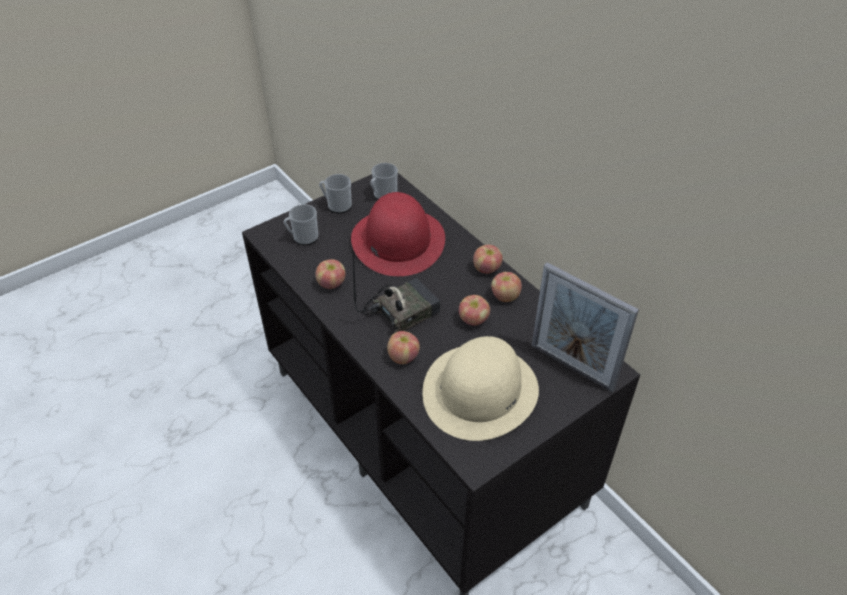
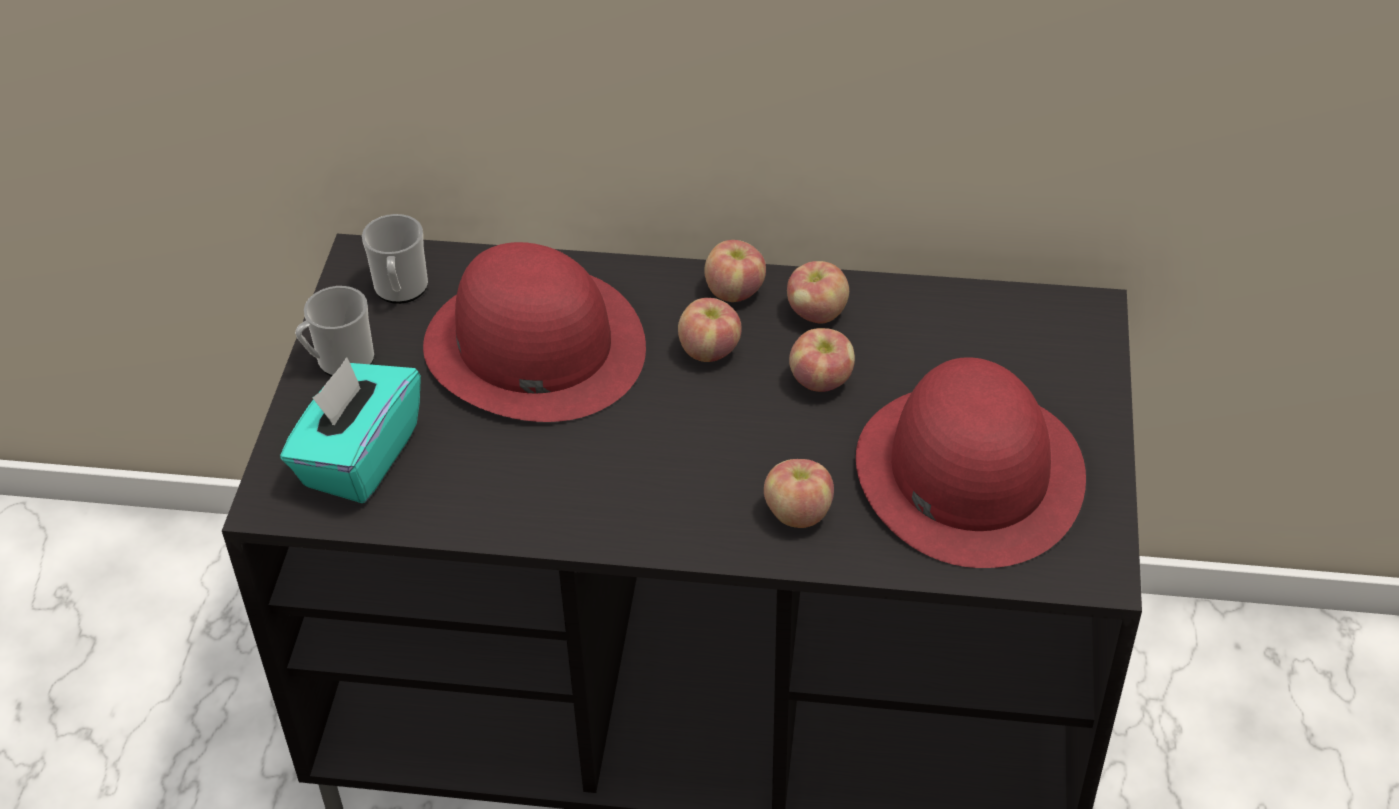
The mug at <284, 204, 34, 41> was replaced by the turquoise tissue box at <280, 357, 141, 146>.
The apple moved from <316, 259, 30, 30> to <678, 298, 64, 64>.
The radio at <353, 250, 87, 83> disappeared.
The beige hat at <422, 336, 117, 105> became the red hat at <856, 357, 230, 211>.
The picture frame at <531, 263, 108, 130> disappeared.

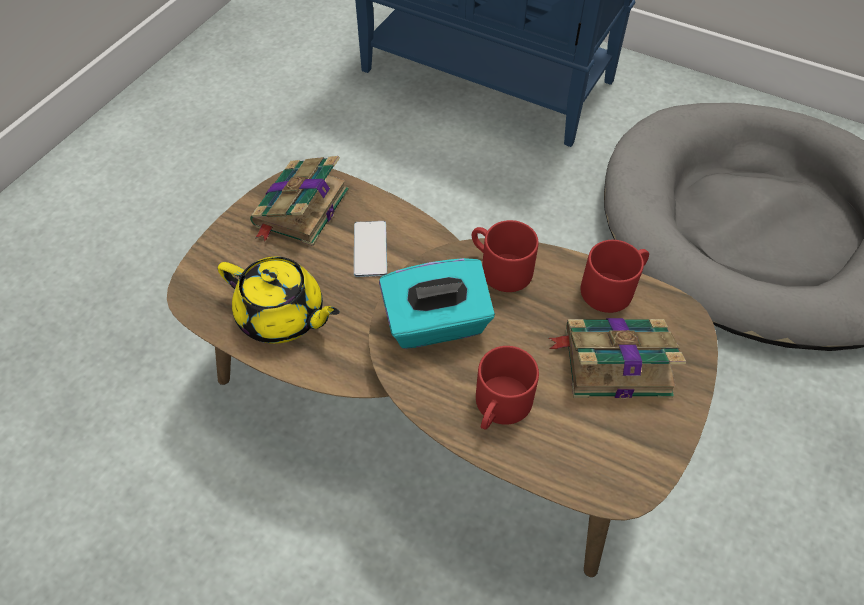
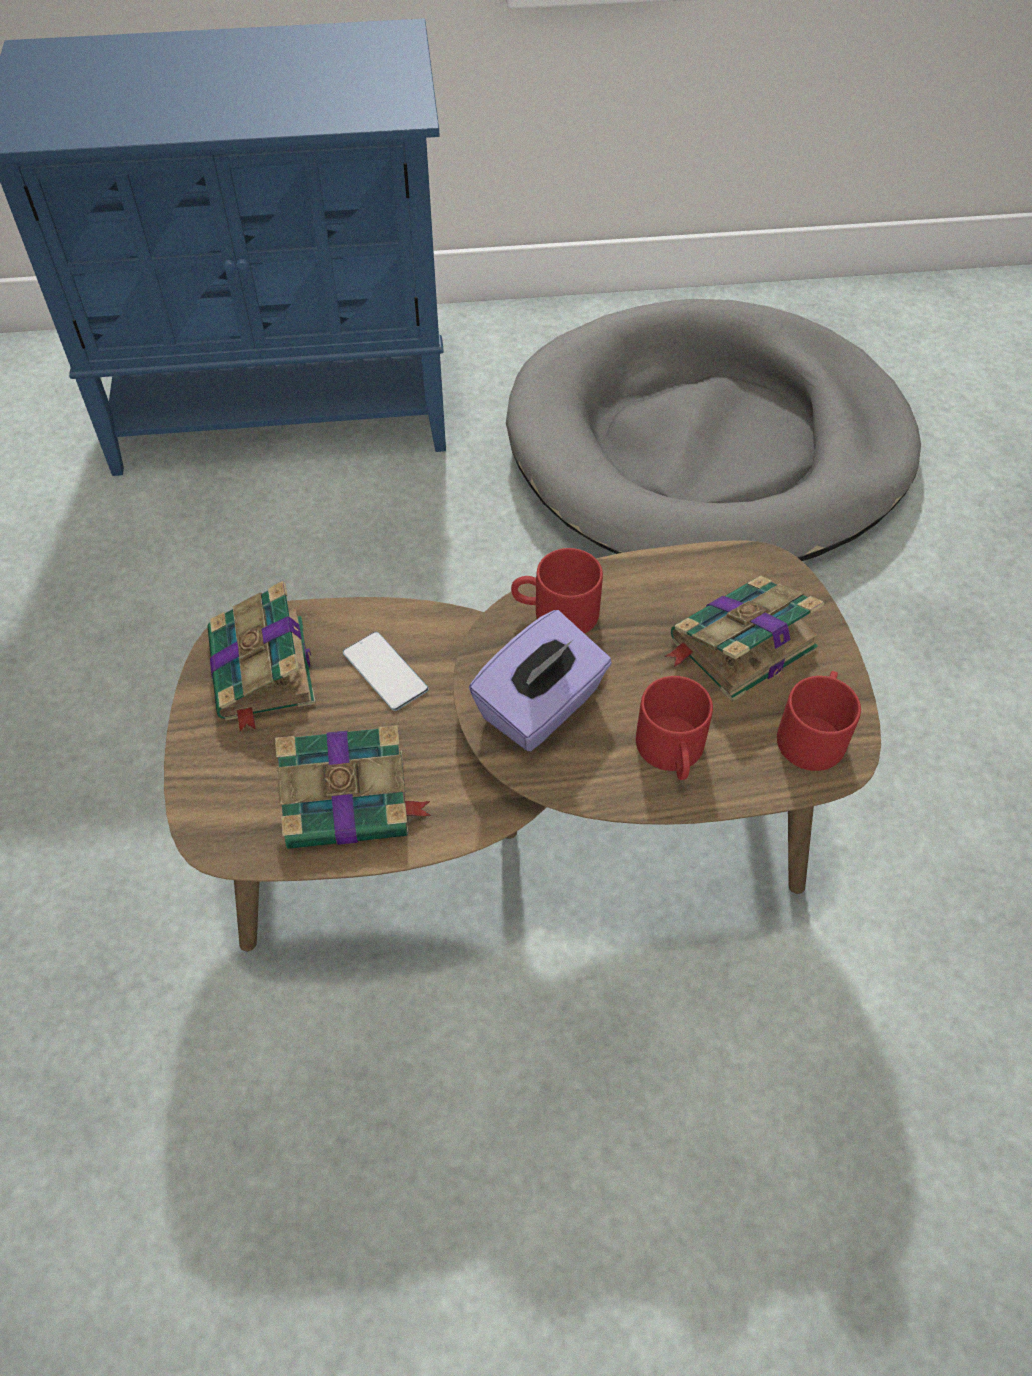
The yellow teapot at <218, 257, 122, 87> was replaced by the book at <275, 725, 156, 124>.
The turquoise tissue box at <379, 258, 116, 91> became the purple tissue box at <469, 610, 143, 141>.
The red mug moved from <581, 240, 68, 73> to <777, 671, 84, 100>.

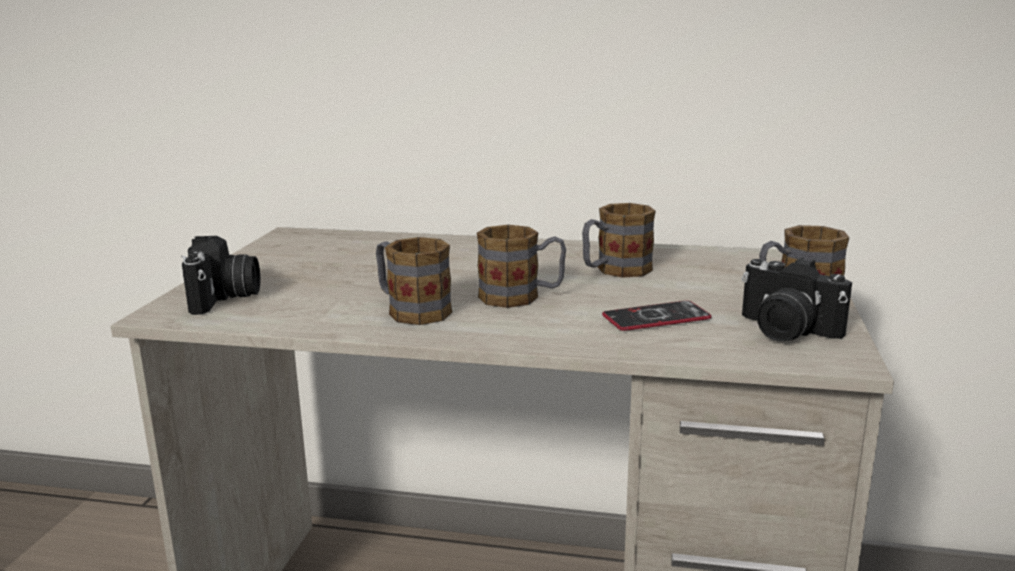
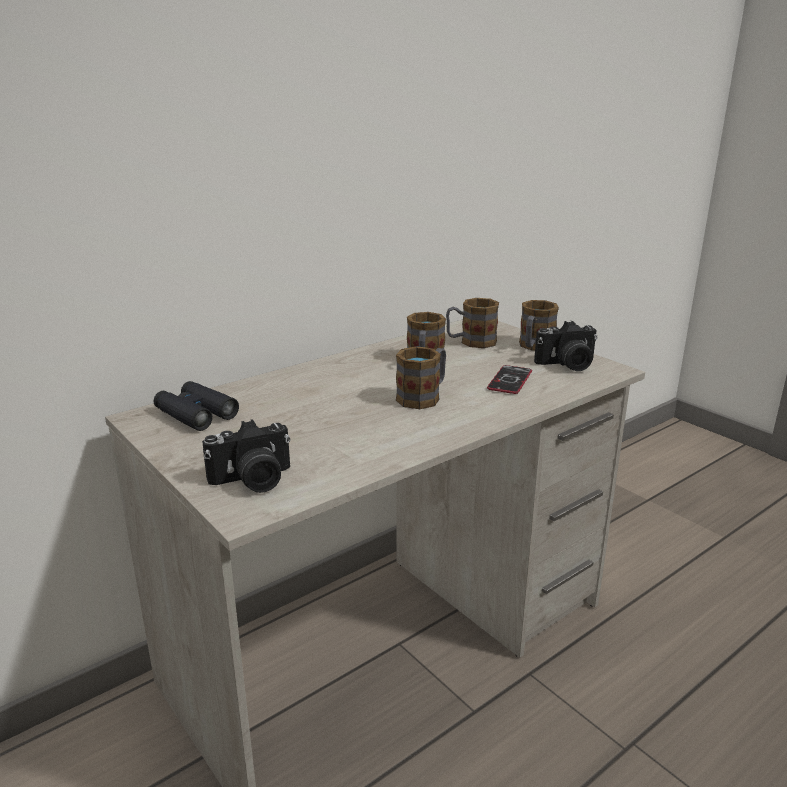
The photo camera at <181, 236, 79, 79> turned 120 degrees clockwise.
The mug moved from <376, 237, 76, 88> to <446, 298, 53, 50>.
The black binoculars at <154, 381, 85, 50> appeared.

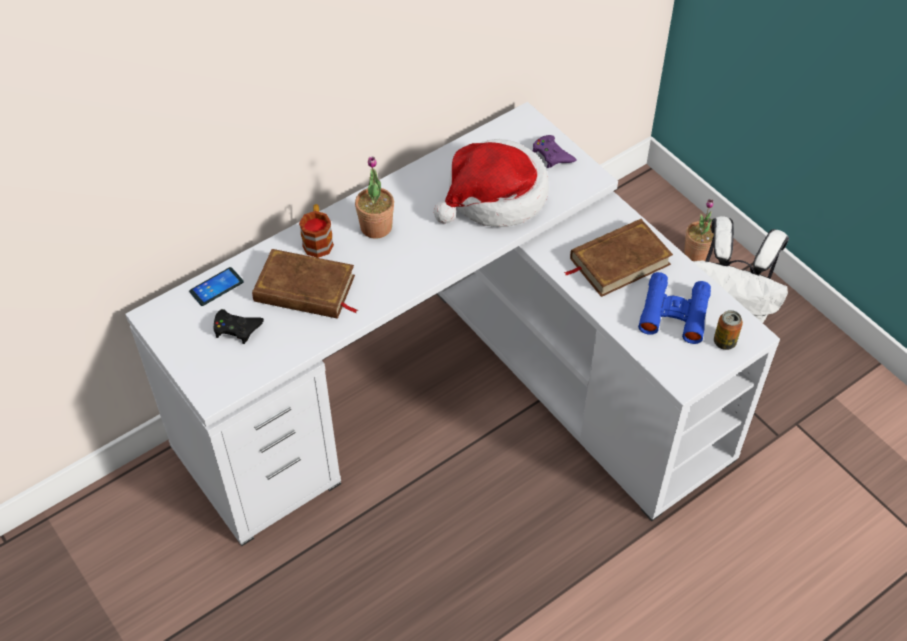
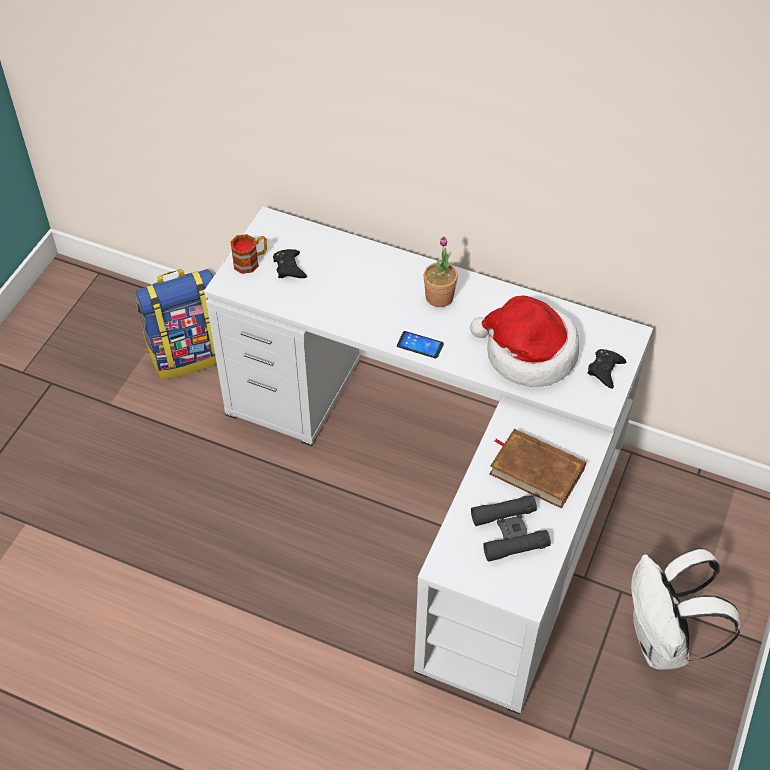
The phone moved from <189, 267, 55, 39> to <397, 331, 47, 28>.
The brown book at <252, 249, 106, 70> disappeared.
The mug moved from <299, 204, 35, 54> to <230, 234, 37, 40>.
The purple game controller at <533, 135, 43, 33> became the black game controller at <587, 349, 39, 40>.
The blue binoculars at <638, 272, 73, 72> became the black binoculars at <471, 495, 80, 67>.
The potted plant at <684, 199, 30, 62> disappeared.
The can at <714, 310, 29, 40> disappeared.
The backpack at <136, 269, 81, 111> appeared.

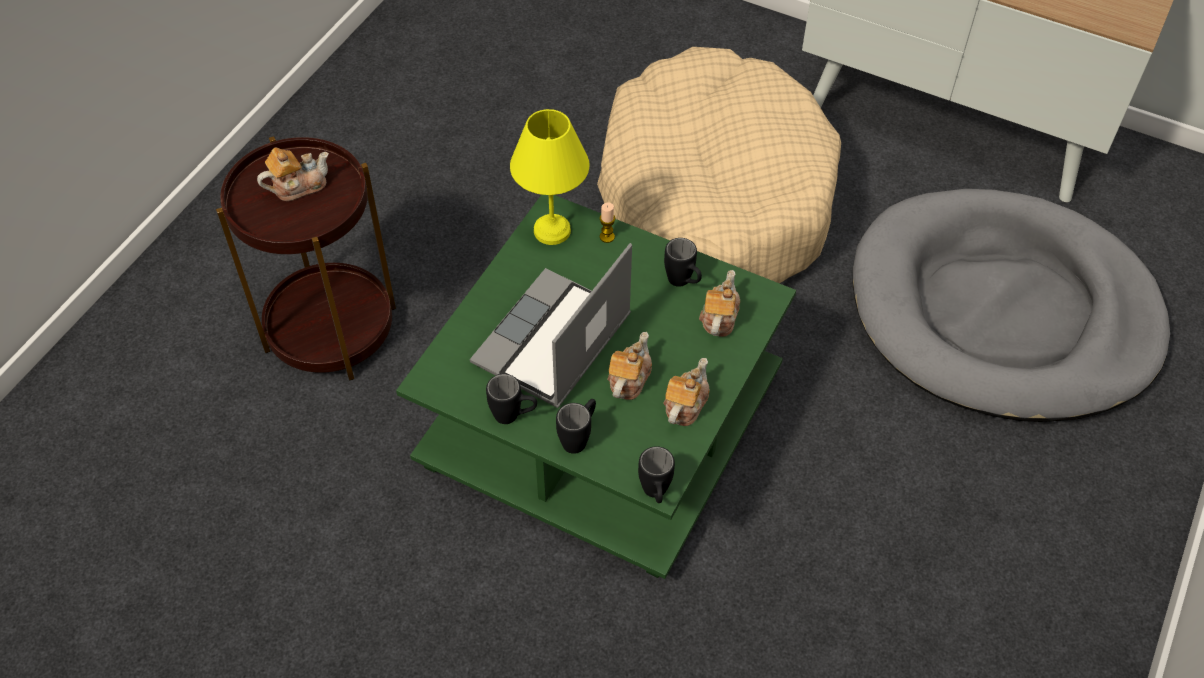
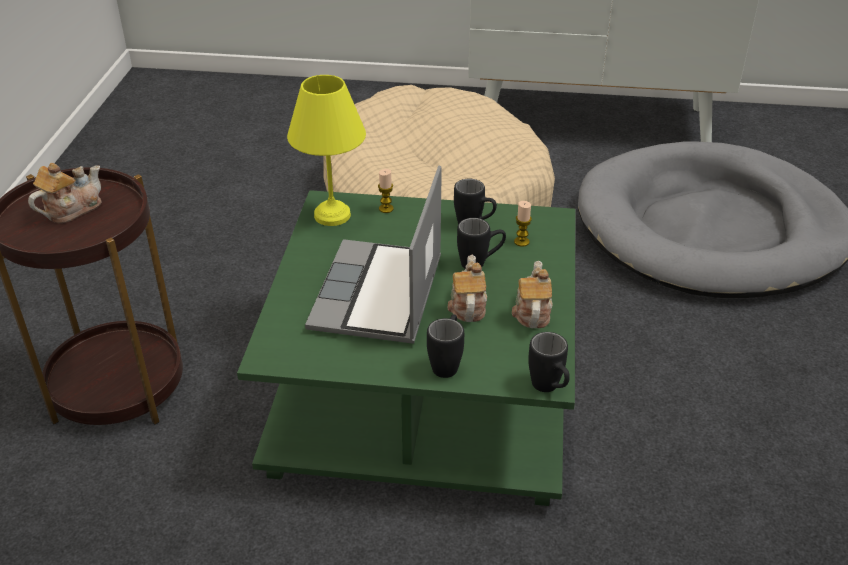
The black mug moved from <486, 374, 51, 50> to <457, 218, 49, 51>.
The teapot at <699, 270, 41, 67> was replaced by the candle at <514, 201, 18, 46>.

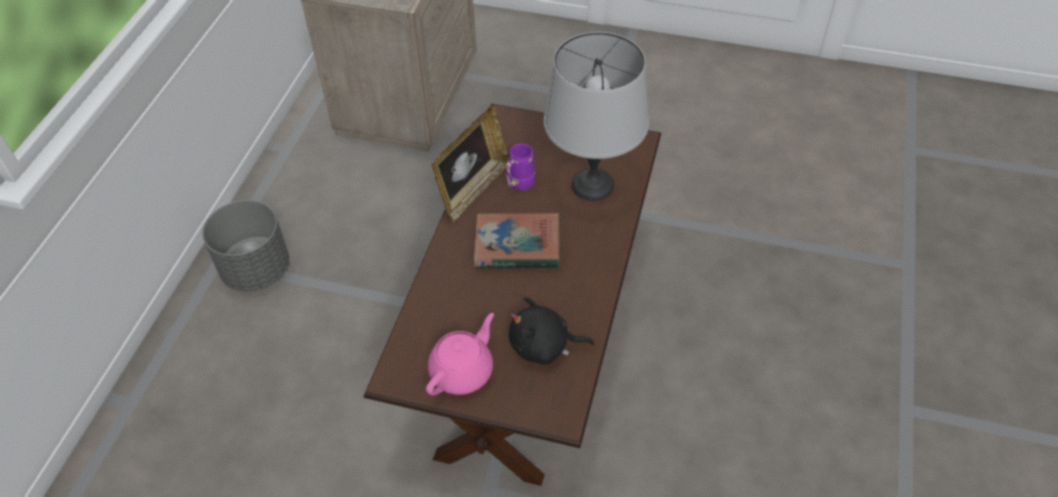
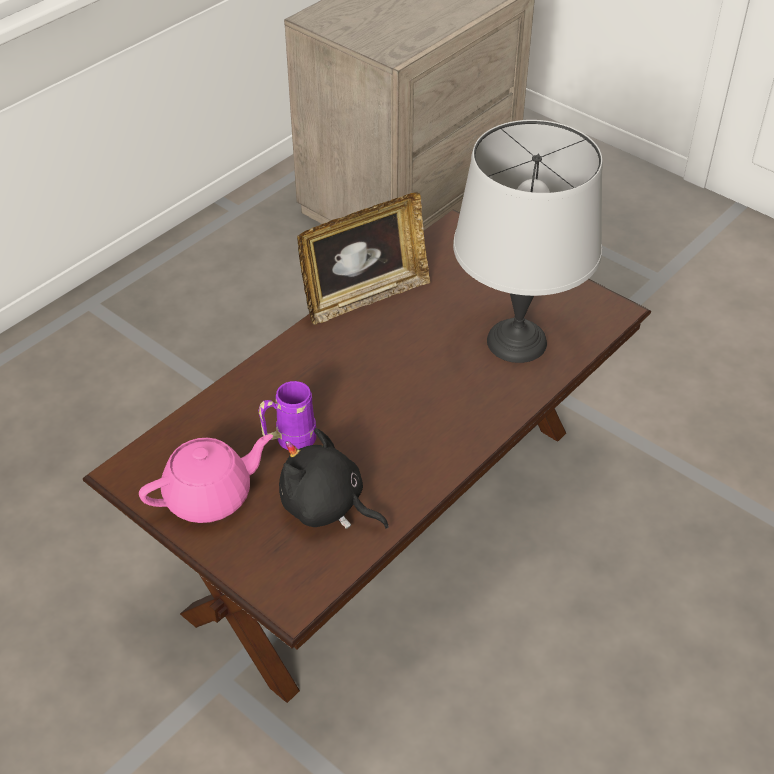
The grey planter at <202, 200, 87, 91> disappeared.
The book at <474, 213, 85, 54> disappeared.
The purple mug moved from <505, 144, 30, 46> to <258, 381, 58, 70>.

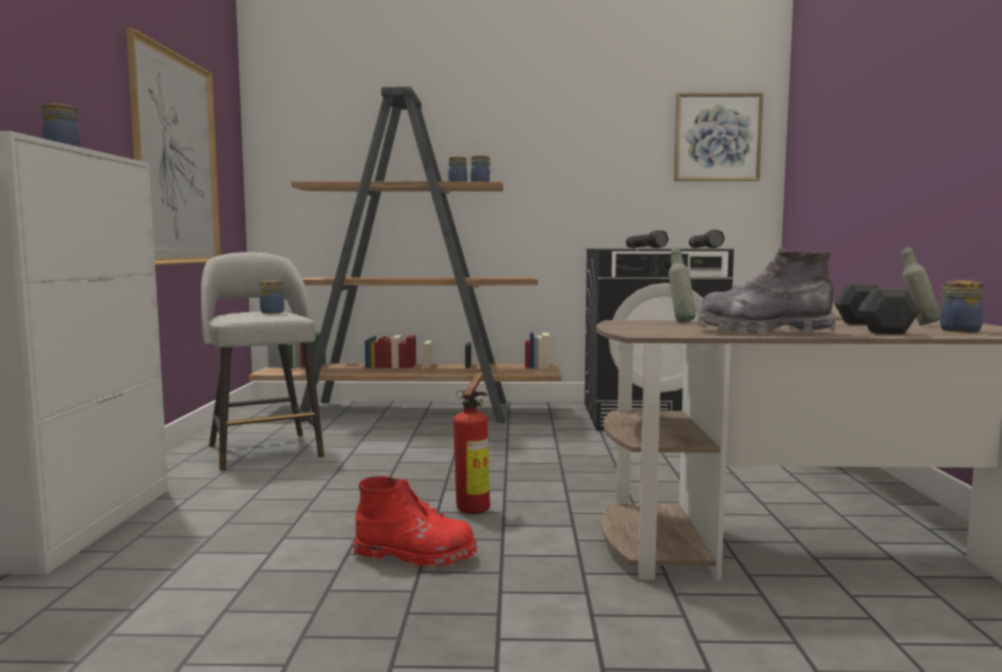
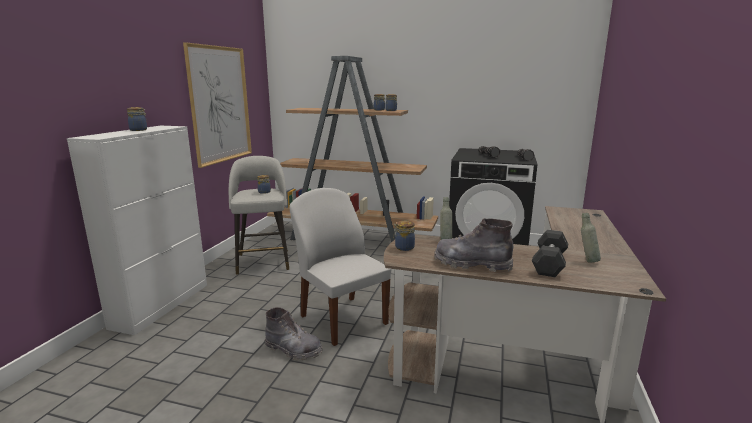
The red boot at <353, 476, 124, 94> became the grey boot at <265, 307, 58, 54>.
The fire extinguisher at <453, 373, 37, 141> was replaced by the white chair at <289, 188, 102, 158>.
The picture at <674, 93, 89, 88> disappeared.
The jar moved from <938, 280, 46, 52> to <393, 221, 22, 30>.

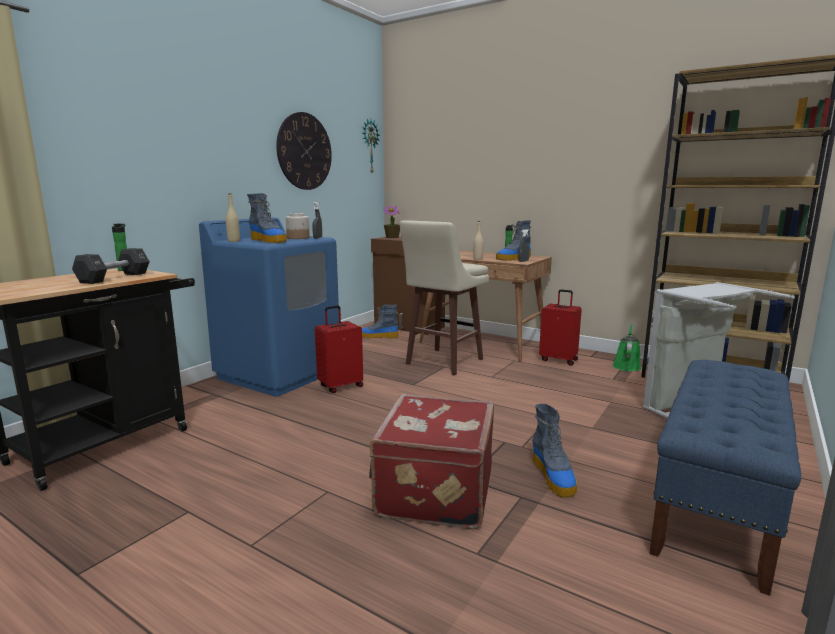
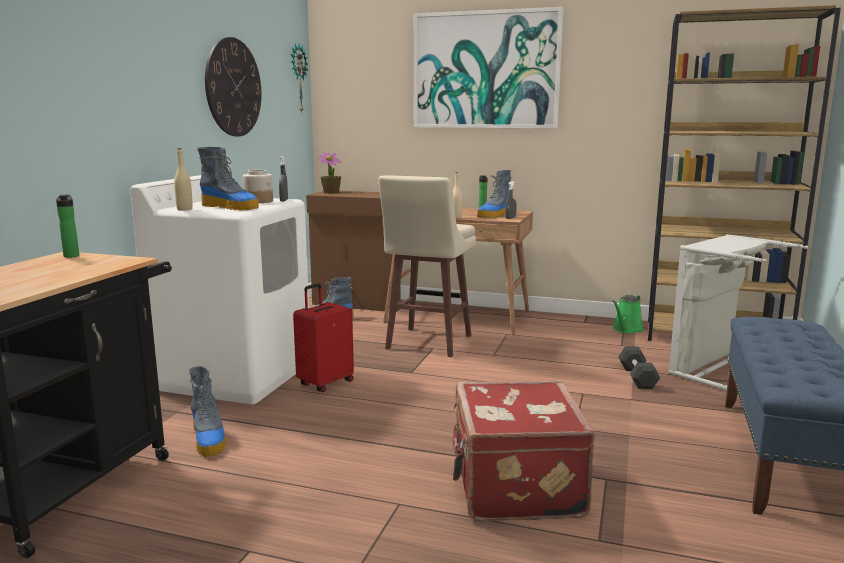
The black dumbbell moved from <72, 248, 78, 36> to <618, 346, 42, 43>.
The blue washing machine at <199, 217, 140, 180> became the white washing machine at <130, 175, 179, 229>.
The boot moved from <532, 404, 45, 94> to <189, 366, 37, 91>.
The red suitcase at <539, 290, 43, 76> disappeared.
The green watering can at <612, 324, 30, 47> turned 150 degrees counterclockwise.
The picture at <414, 7, 149, 122> appeared.

